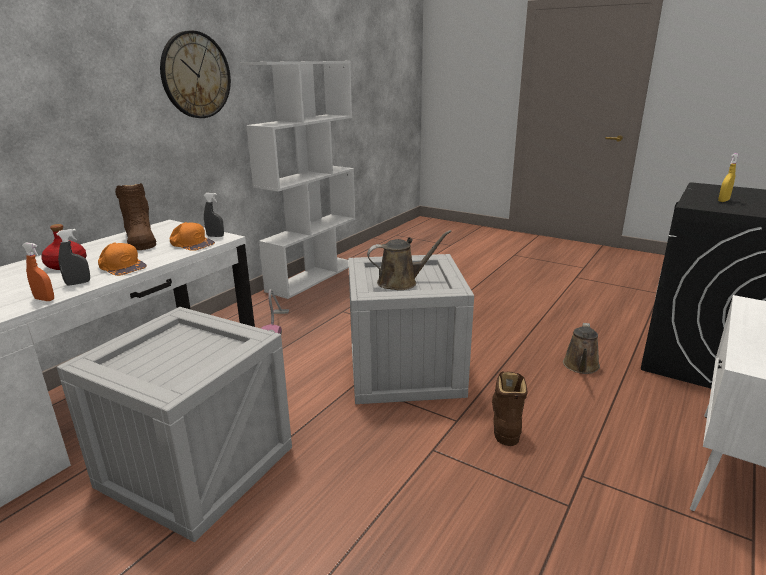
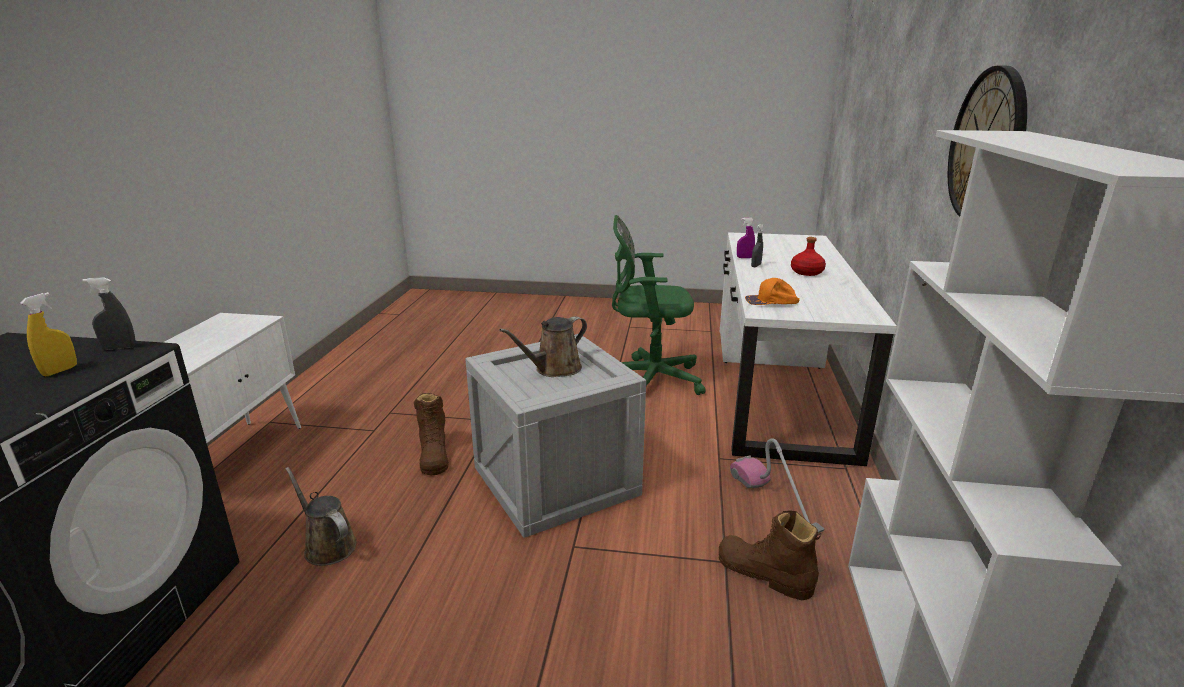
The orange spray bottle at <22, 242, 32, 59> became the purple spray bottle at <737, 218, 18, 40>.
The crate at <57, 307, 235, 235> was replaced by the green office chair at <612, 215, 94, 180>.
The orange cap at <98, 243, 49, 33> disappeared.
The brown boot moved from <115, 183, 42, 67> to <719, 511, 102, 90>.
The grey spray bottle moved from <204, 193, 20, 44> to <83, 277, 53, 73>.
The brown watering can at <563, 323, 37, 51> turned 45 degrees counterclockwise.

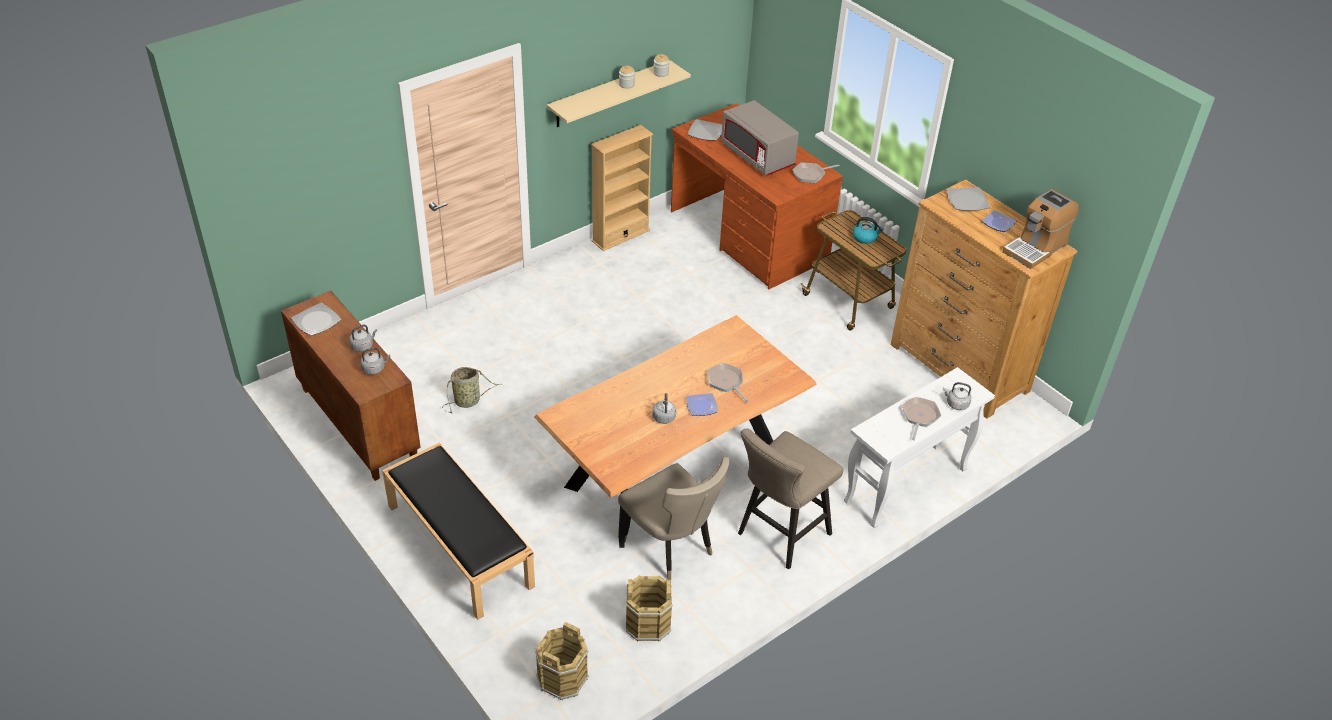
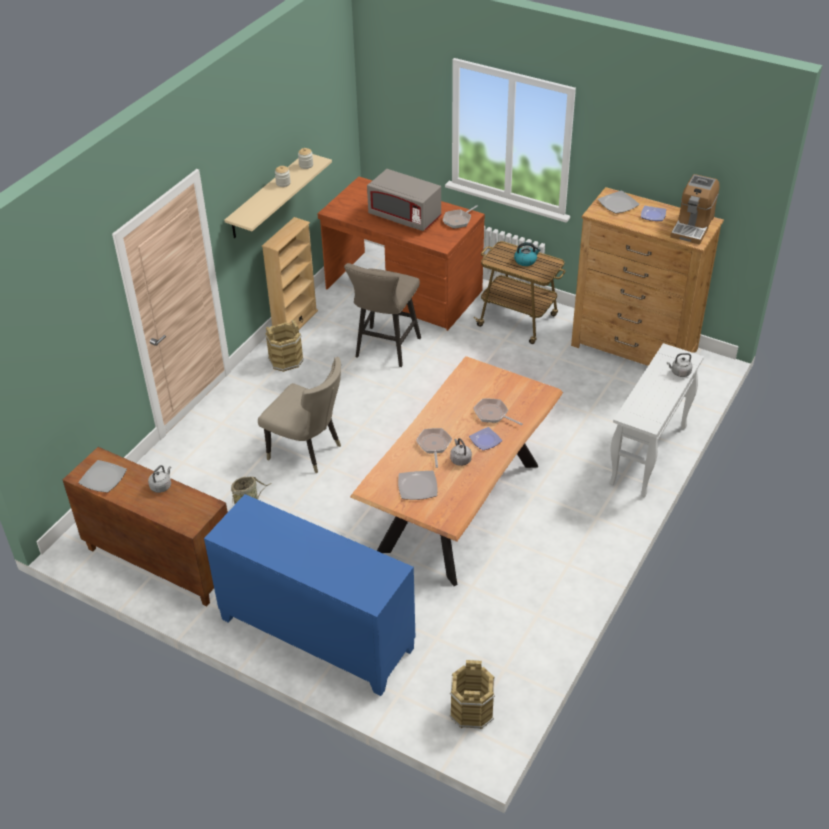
The grey kettle at <360, 348, 30, 27> disappeared.
The black bench at <382, 443, 153, 177> was replaced by the blue cabinet at <204, 494, 211, 202>.
The beige chair moved from <618, 457, 111, 123> to <258, 357, 83, 116>.
The brown bucket moved from <626, 575, 47, 67> to <265, 320, 39, 52>.
The plate moved from <688, 119, 34, 22> to <398, 471, 40, 29>.
The beige stool moved from <738, 428, 105, 141> to <344, 263, 77, 104>.
The frying pan moved from <902, 397, 39, 43> to <416, 428, 36, 40>.

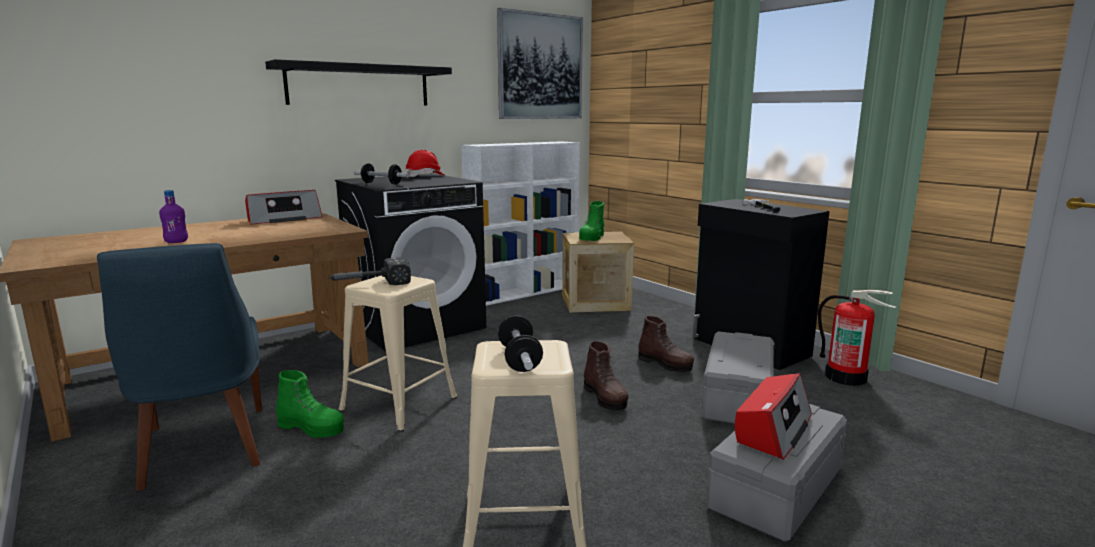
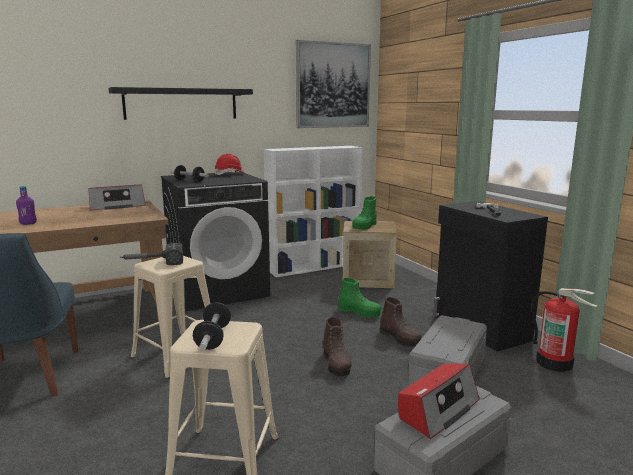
The green boot moved from <276, 370, 68, 68> to <338, 278, 43, 40>.

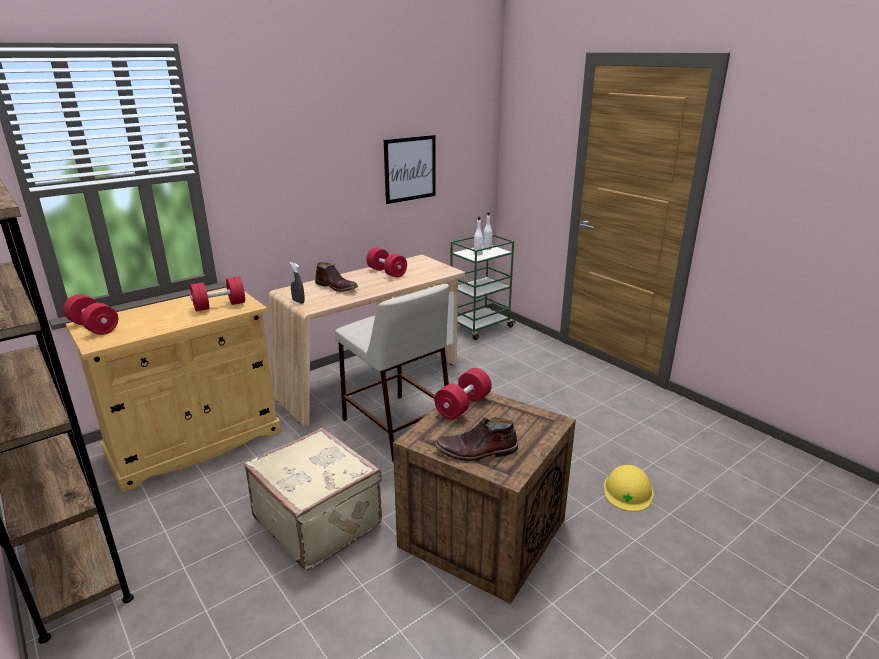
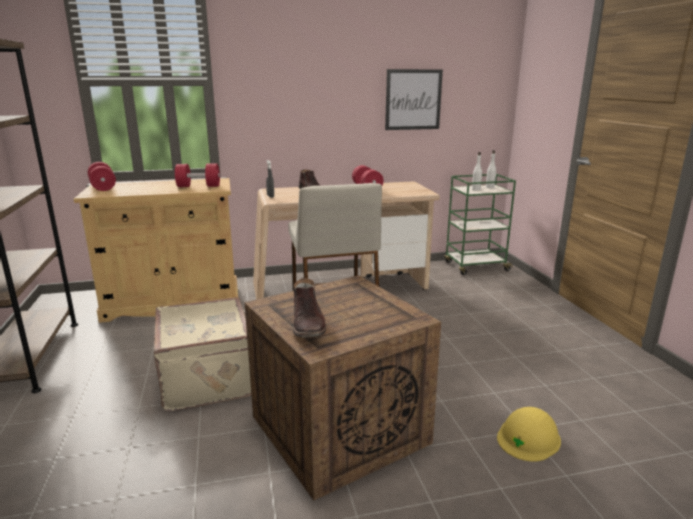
The red dumbbell at <434, 368, 58, 52> disappeared.
The brown boot at <434, 417, 84, 44> turned 120 degrees counterclockwise.

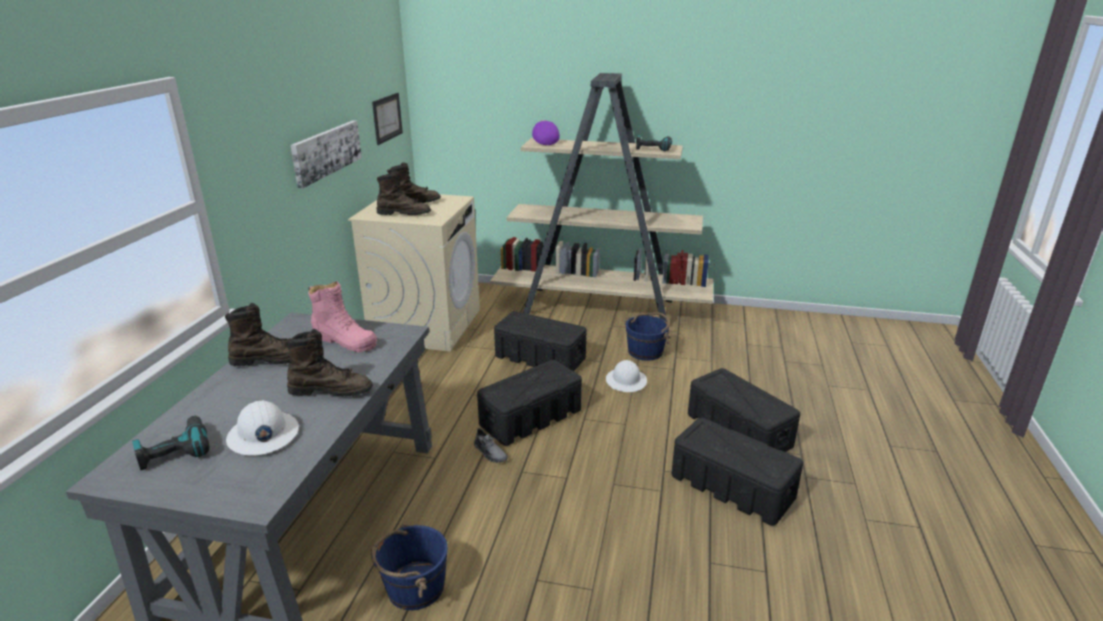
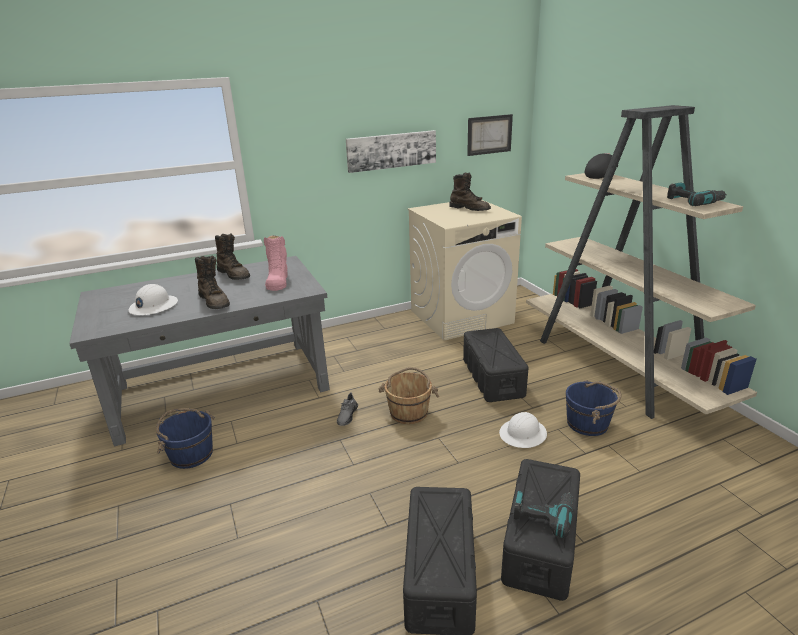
The power drill moved from <132, 416, 78, 54> to <514, 491, 60, 47>.
The brown boot at <377, 171, 54, 44> disappeared.
The black storage box at <477, 360, 105, 86> was replaced by the brown bucket at <379, 367, 60, 57>.
The purple cap at <532, 120, 28, 25> became the black cap at <585, 153, 33, 26>.

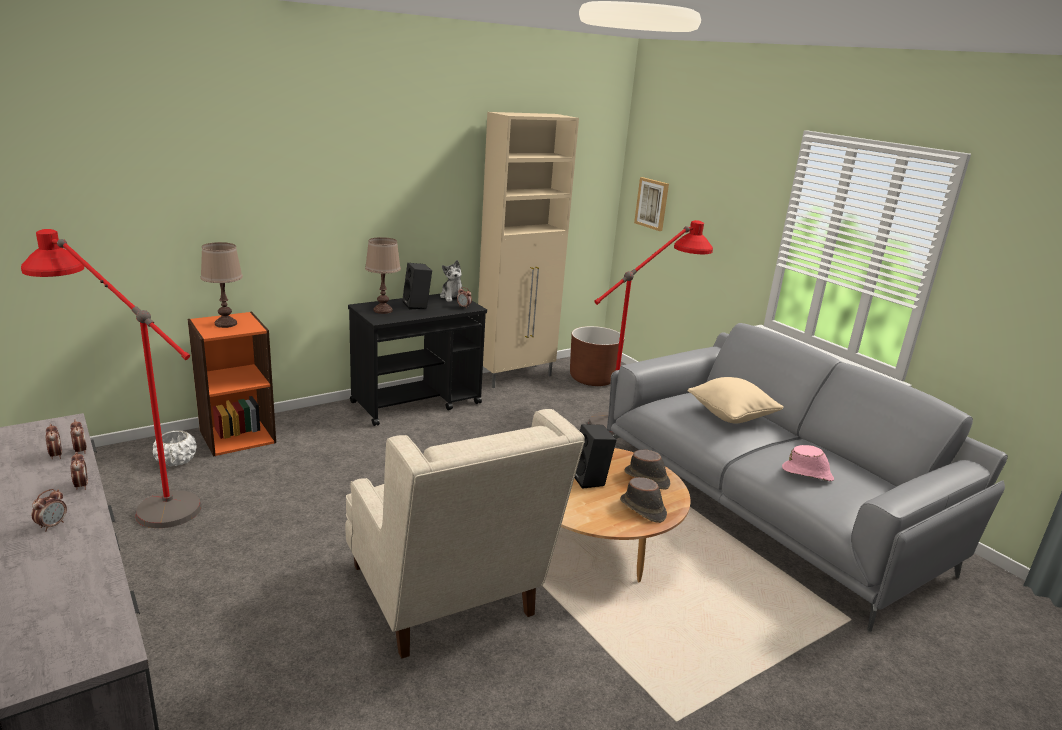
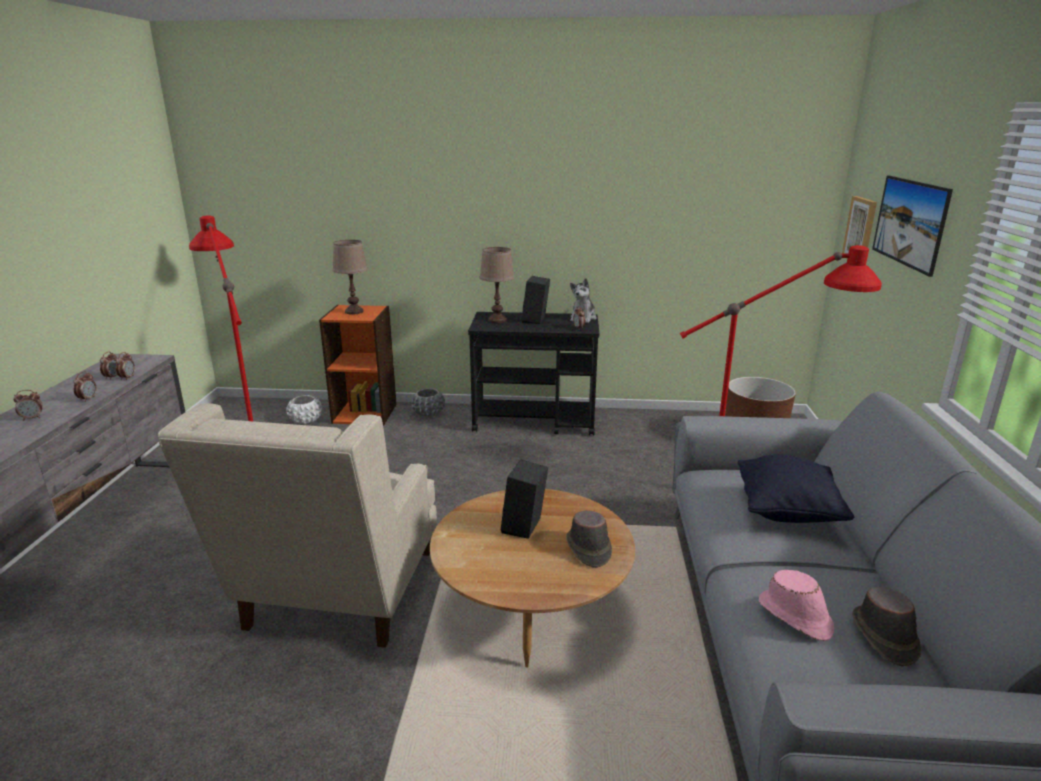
The beige cabinet at <478, 112, 101, 276> disappeared.
The brown hat moved from <620, 477, 47, 46> to <852, 587, 69, 79>.
The beige pillow at <688, 377, 96, 47> became the black pillow at <738, 454, 116, 69>.
The grey planter at <412, 388, 33, 28> appeared.
The picture at <872, 176, 81, 101> appeared.

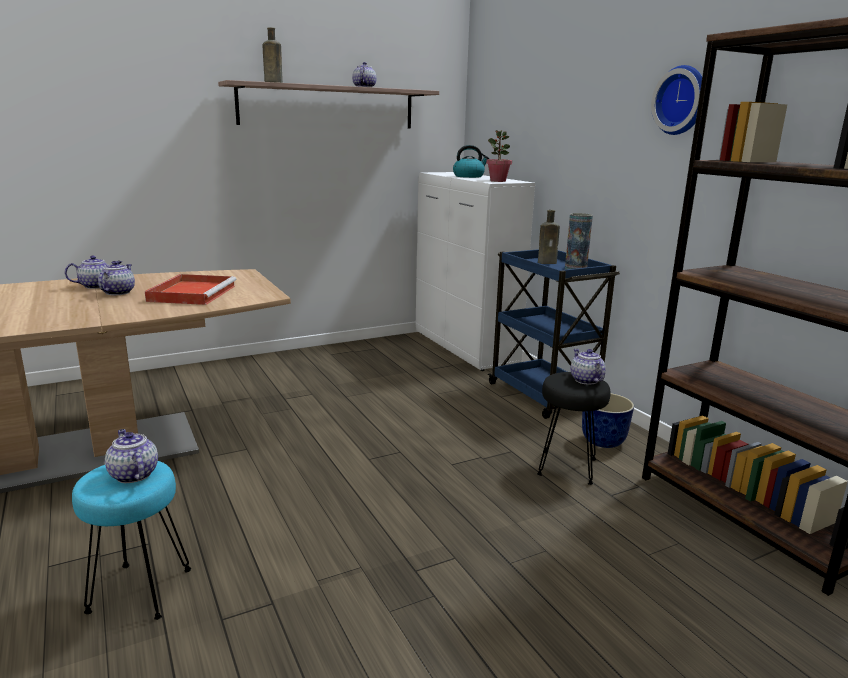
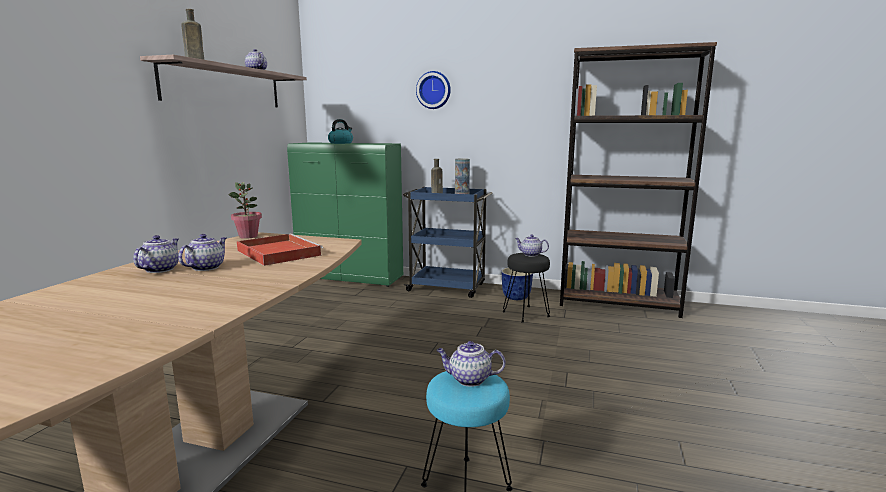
The teapot at <98, 261, 37, 34> turned 60 degrees clockwise.
The white cabinet at <416, 172, 119, 199> became the green cabinet at <287, 143, 116, 144>.
The potted plant moved from <486, 130, 26, 52> to <228, 182, 34, 57>.
The wall clock moved from <651, 65, 51, 70> to <416, 71, 35, 38>.

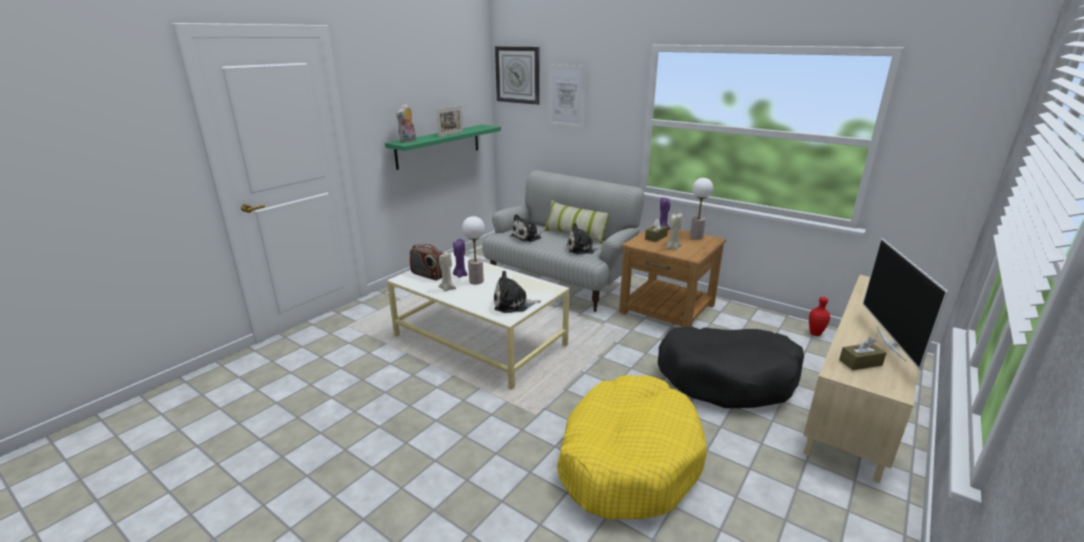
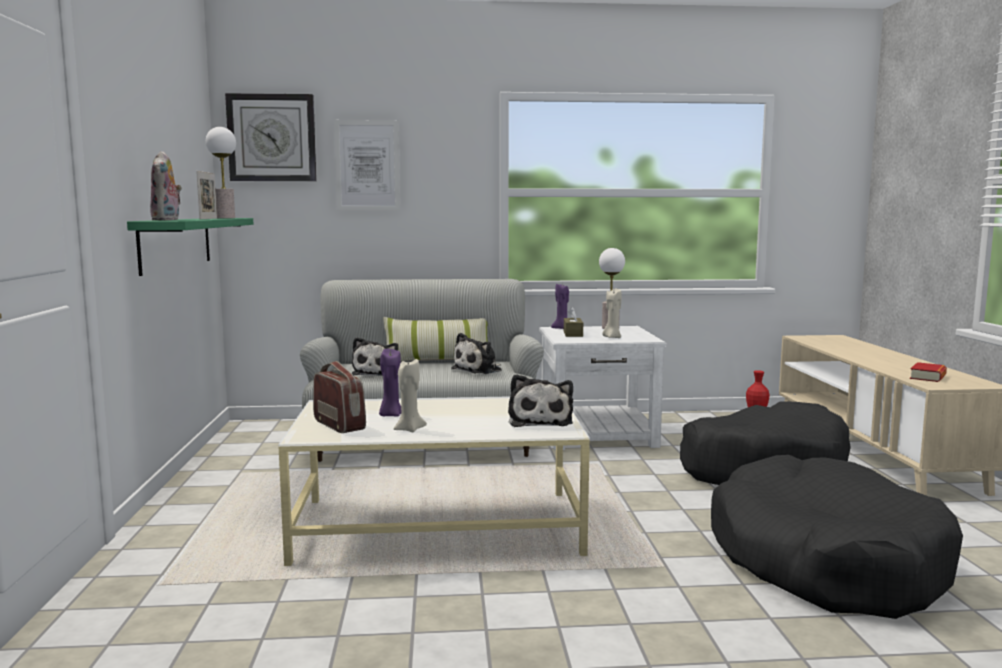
The radio at <410, 244, 33, 37> turned 120 degrees counterclockwise.
The table lamp moved from <462, 216, 23, 68> to <206, 127, 30, 91>.
The plush toy at <494, 271, 47, 42> turned 45 degrees counterclockwise.
The yellow dog bed at <557, 375, 150, 144> became the black dog bed at <711, 455, 252, 164>.
The brown side table at <619, 225, 107, 102> became the white side table at <539, 326, 128, 124>.
The brown tissue box at <839, 337, 47, 33> was replaced by the book at <910, 362, 37, 20>.
The television at <863, 238, 86, 132> disappeared.

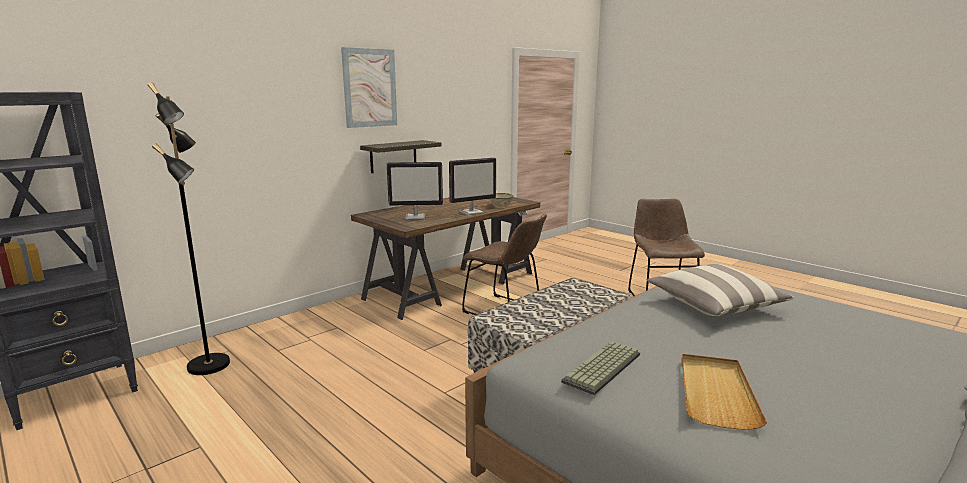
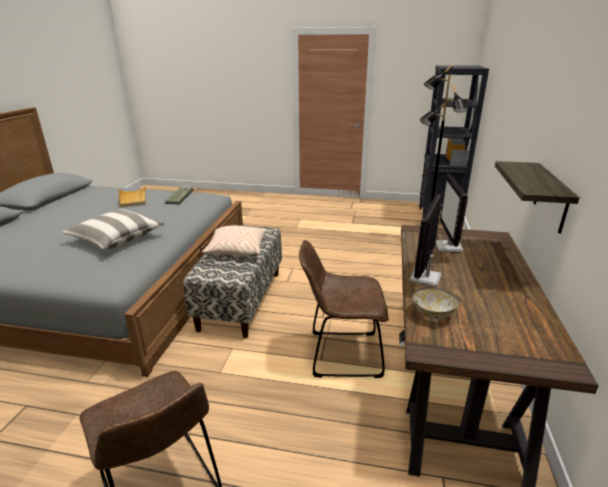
The picture at <341, 47, 56, 81> disappeared.
The monitor at <387, 162, 56, 58> turned 45 degrees counterclockwise.
The beige pillow at <202, 226, 64, 30> appeared.

